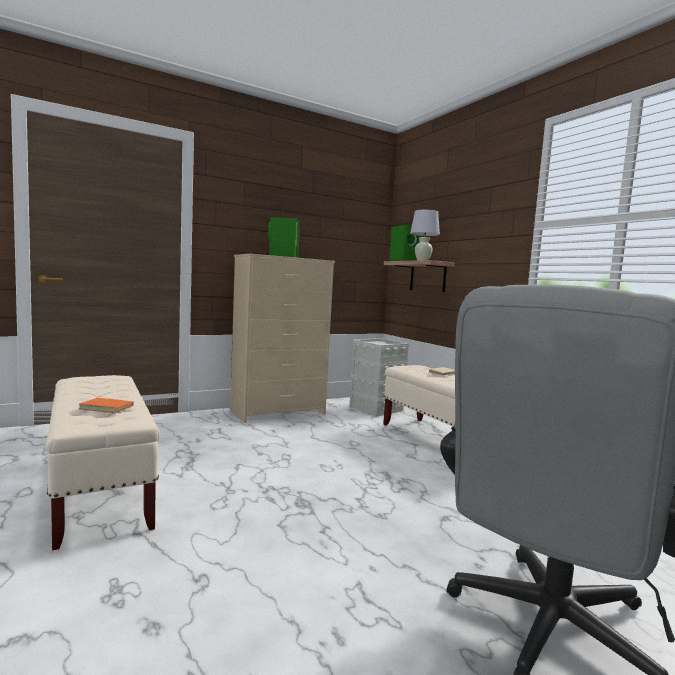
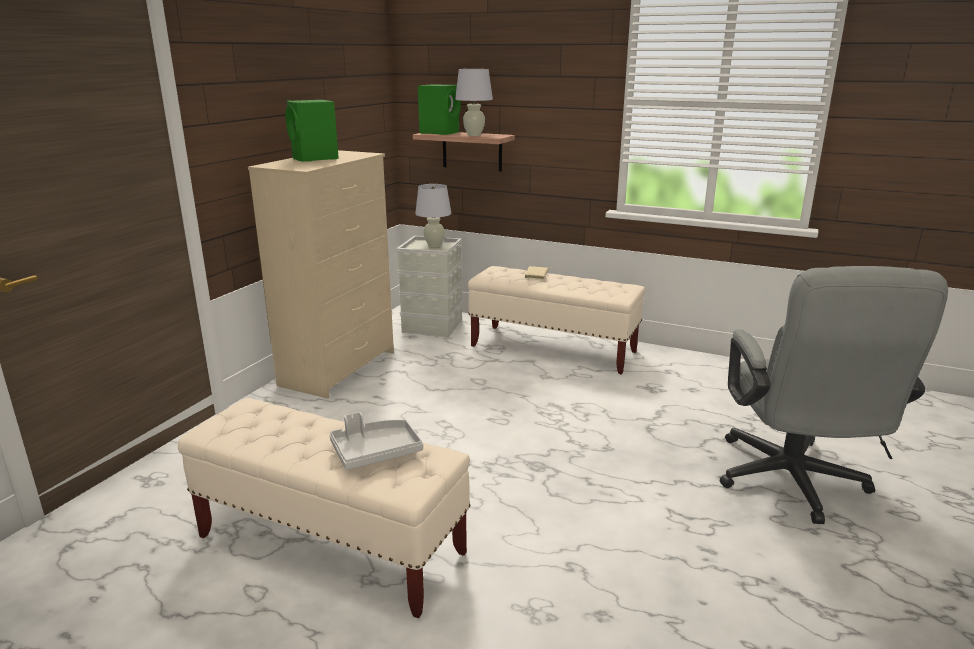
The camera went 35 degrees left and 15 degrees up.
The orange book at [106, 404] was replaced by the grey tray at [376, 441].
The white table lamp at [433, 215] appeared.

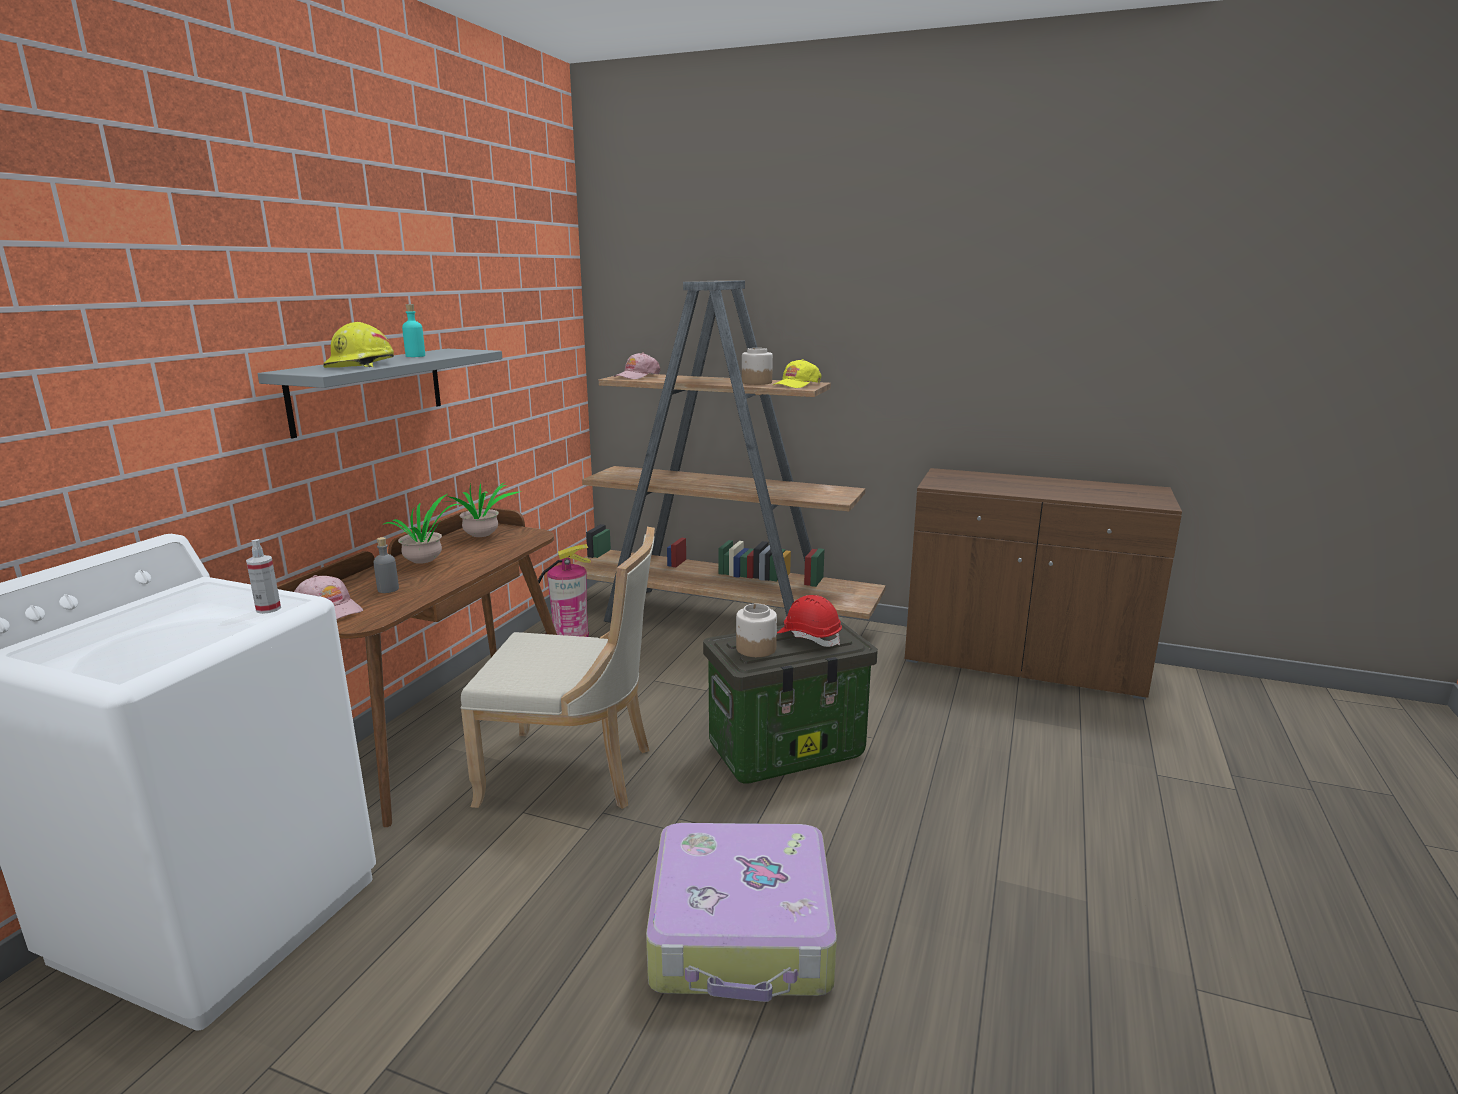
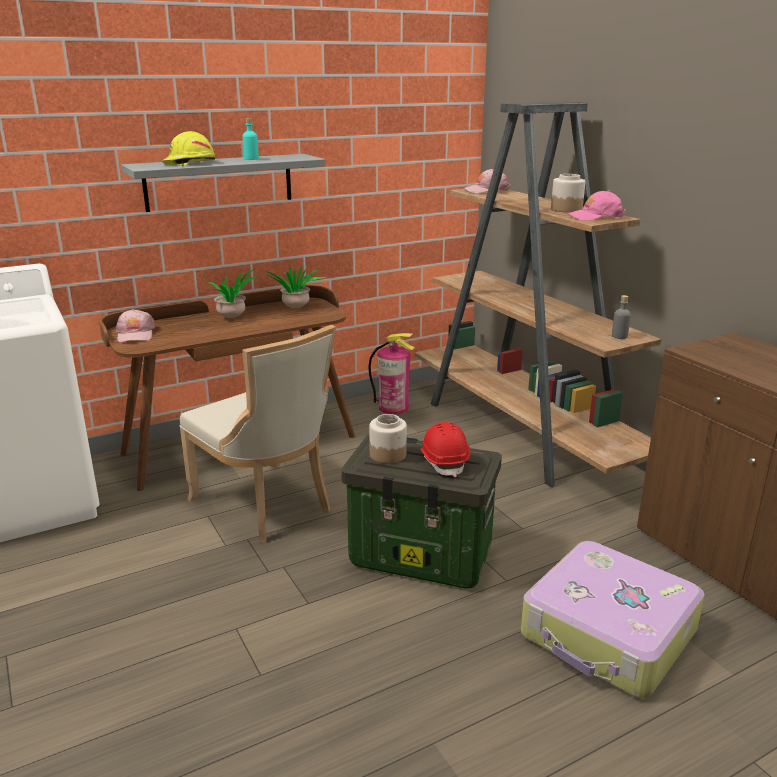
The camera went 40 degrees right and 5 degrees up.
The suitcase moved from [741, 912] to [613, 619].
The yellow cap at [797, 373] became the pink cap at [596, 205].
The grey bottle moved from [386, 565] to [621, 317].
The spray bottle at [263, 576] disappeared.

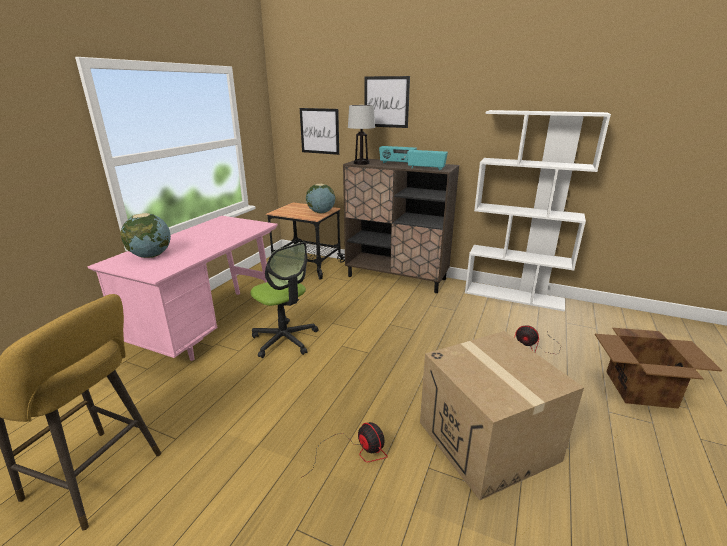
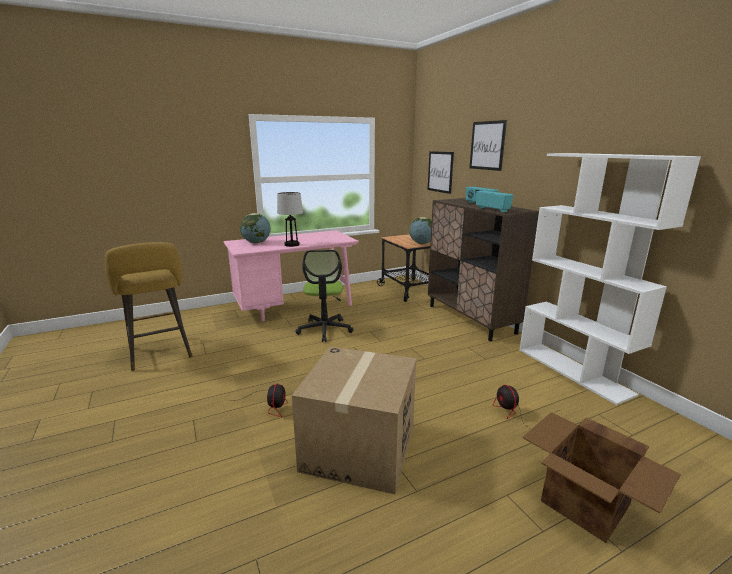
The camera went 40 degrees right and 5 degrees down.
The table lamp moved from [361, 135] to [290, 219].

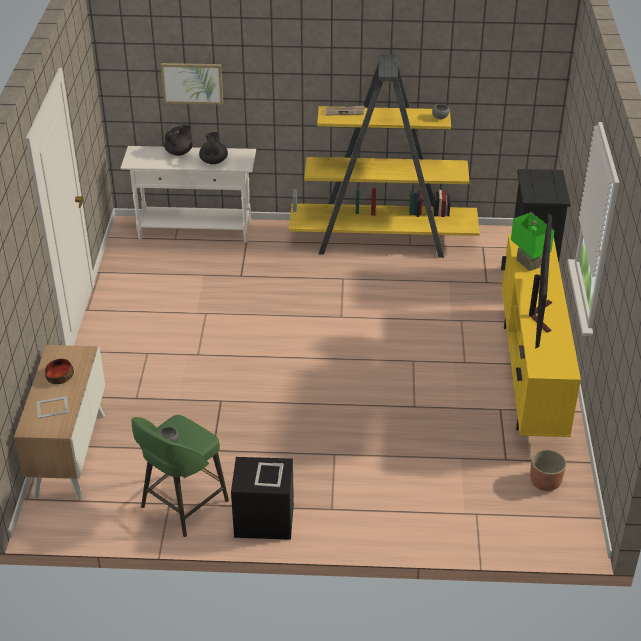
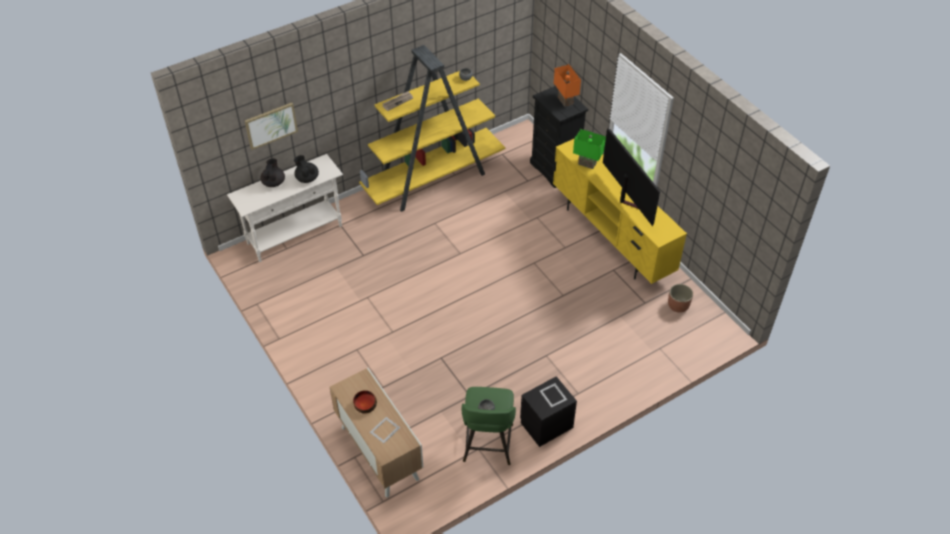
The camera went 35 degrees left and 10 degrees up.
The orange table lamp at [567, 85] appeared.

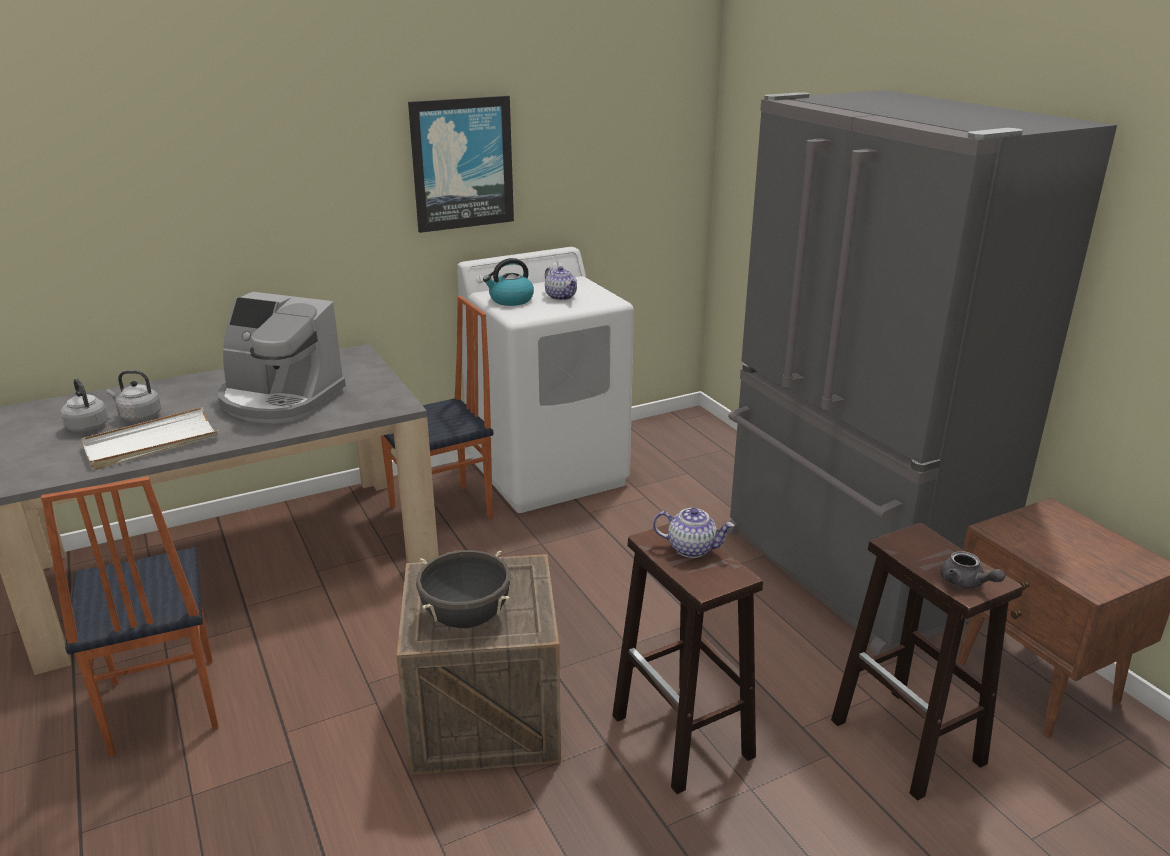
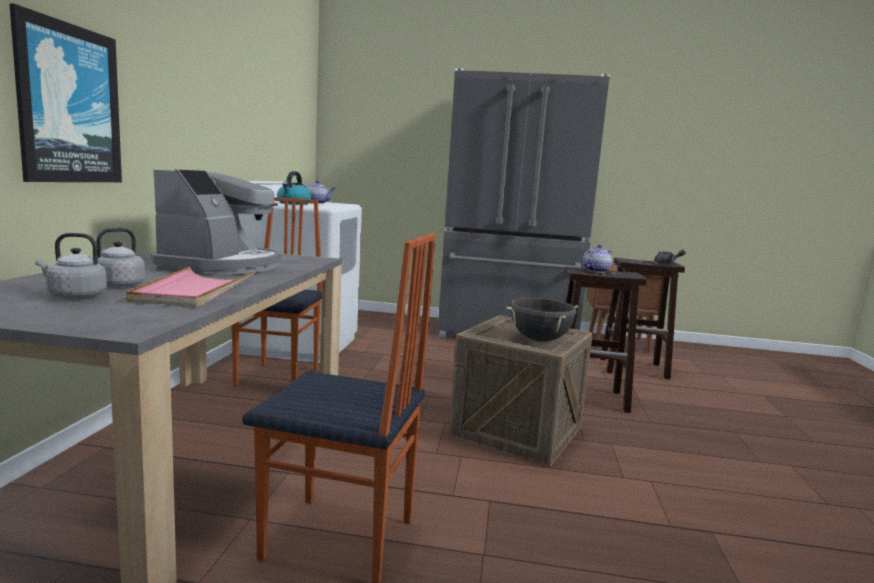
The camera went 55 degrees left and 15 degrees down.
The picture moved from [461, 164] to [65, 92].
The white tray at [150, 438] became the pink tray at [190, 287].
The coffee machine at [282, 357] turned 45 degrees counterclockwise.

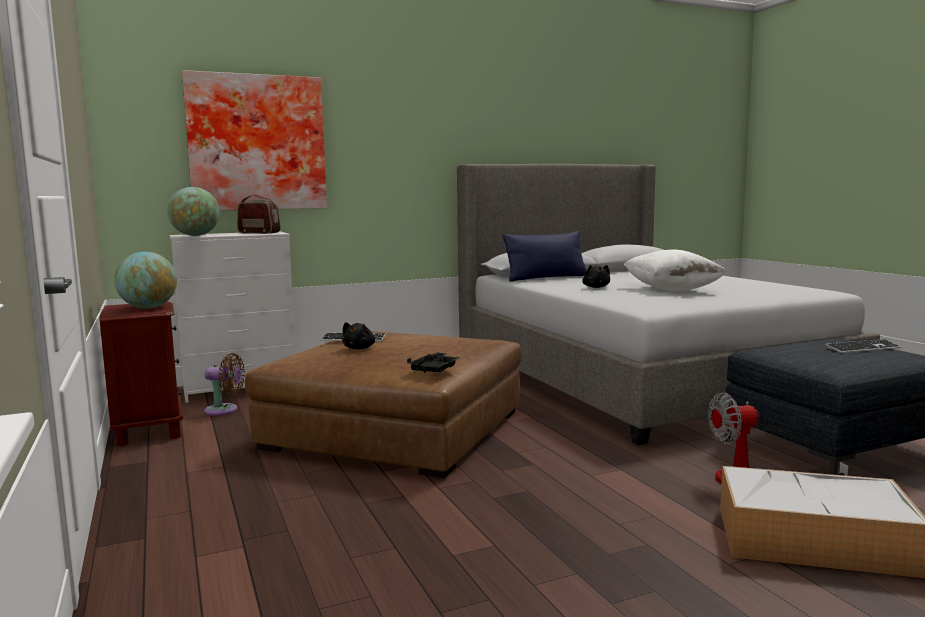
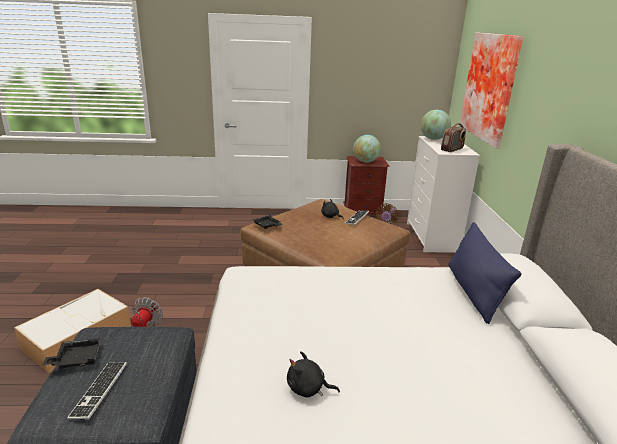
The camera went 110 degrees right and 15 degrees up.
The black tray at [72, 353] appeared.
The black plush toy moved from [596, 276] to [313, 374].
The white pillow at [675, 270] disappeared.

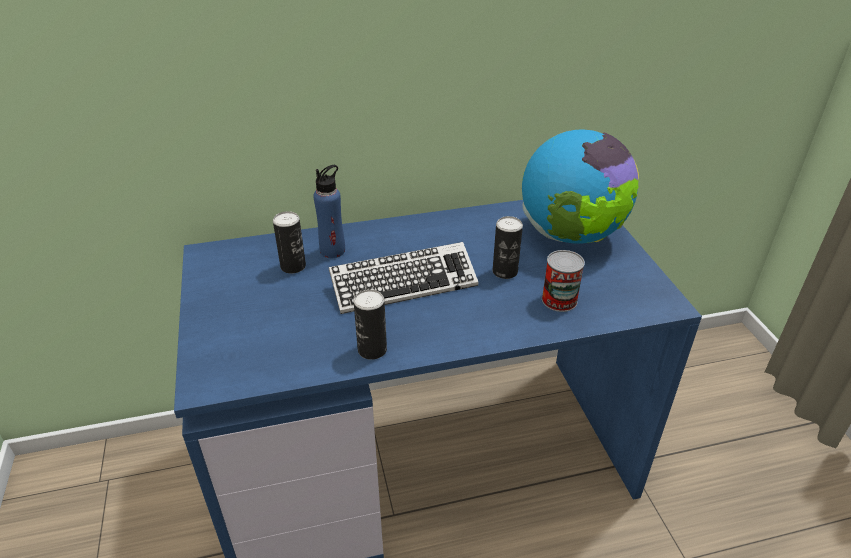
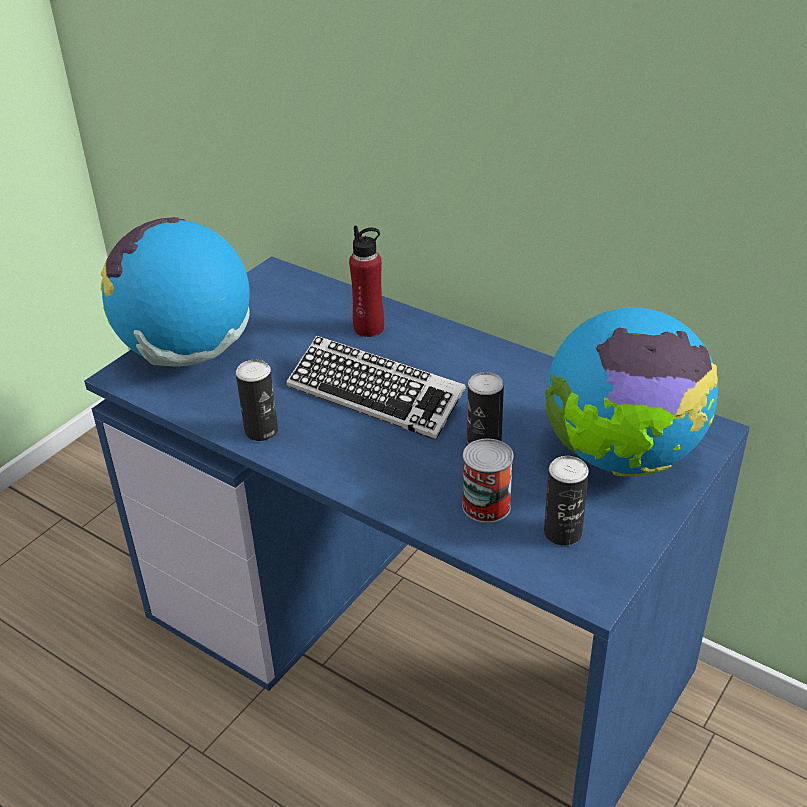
The camera went 50 degrees right and 0 degrees up.
The globe at [175, 292] appeared.
The blue bottle at [329, 211] became the red bottle at [366, 281].
The can moved from [289, 242] to [566, 501].

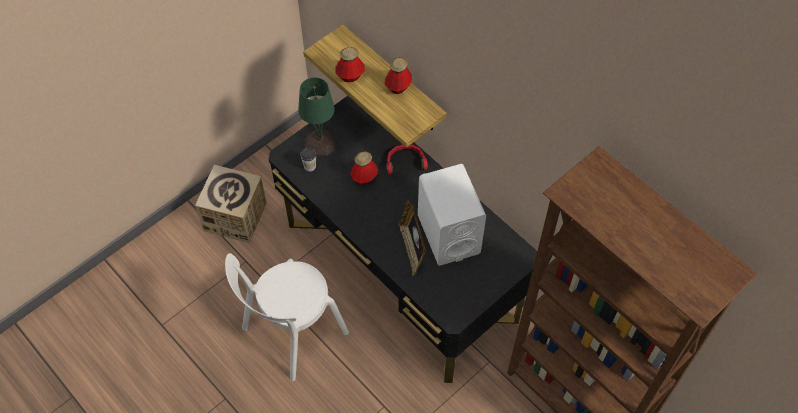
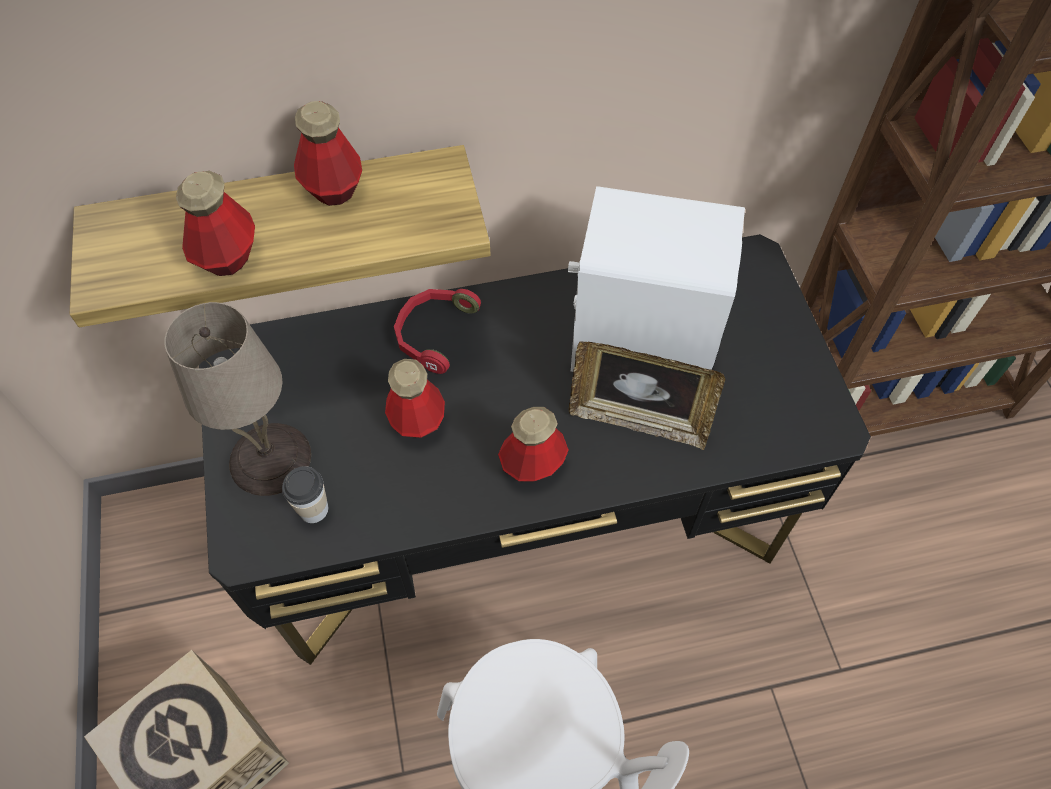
The camera went 60 degrees left and 0 degrees up.
The green table lamp at [317, 116] became the beige table lamp at [237, 399].
The bottle at [533, 444] appeared.

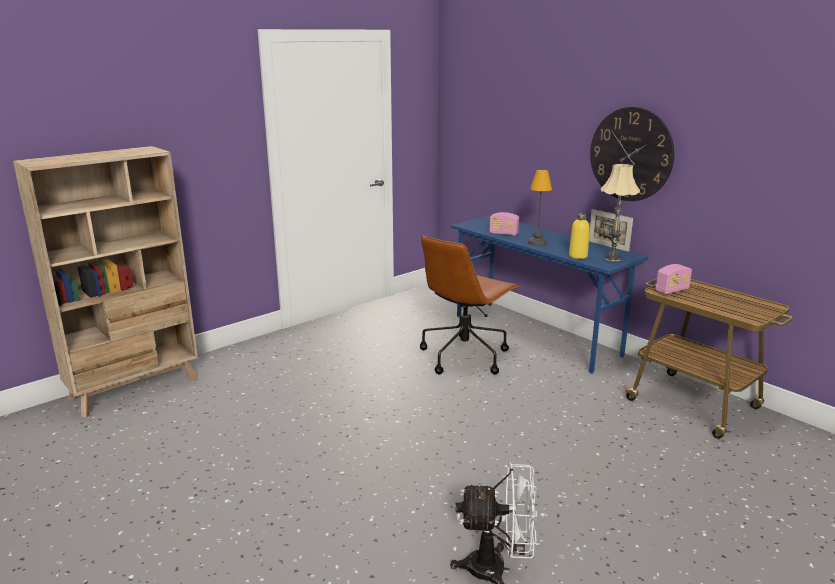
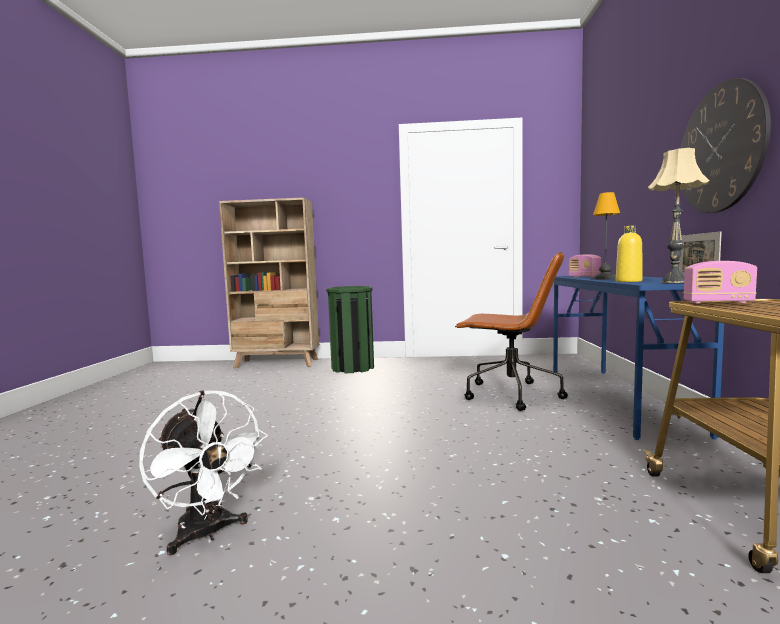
The camera went 45 degrees right and 15 degrees down.
The green trash can at [350, 329] appeared.
The brown office chair at [470, 304] turned 150 degrees counterclockwise.

